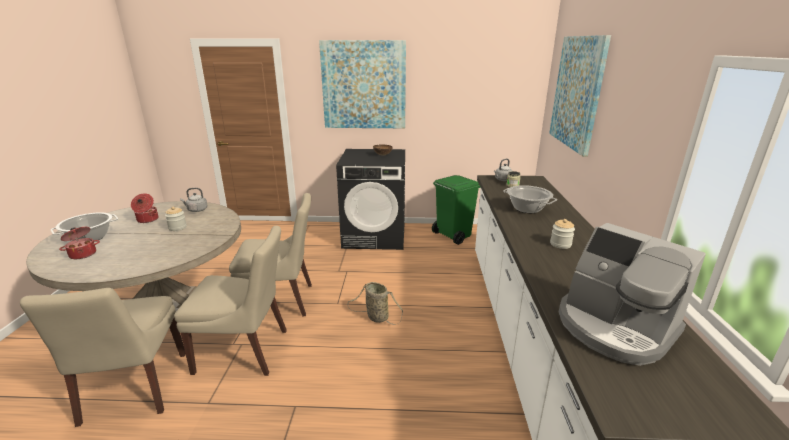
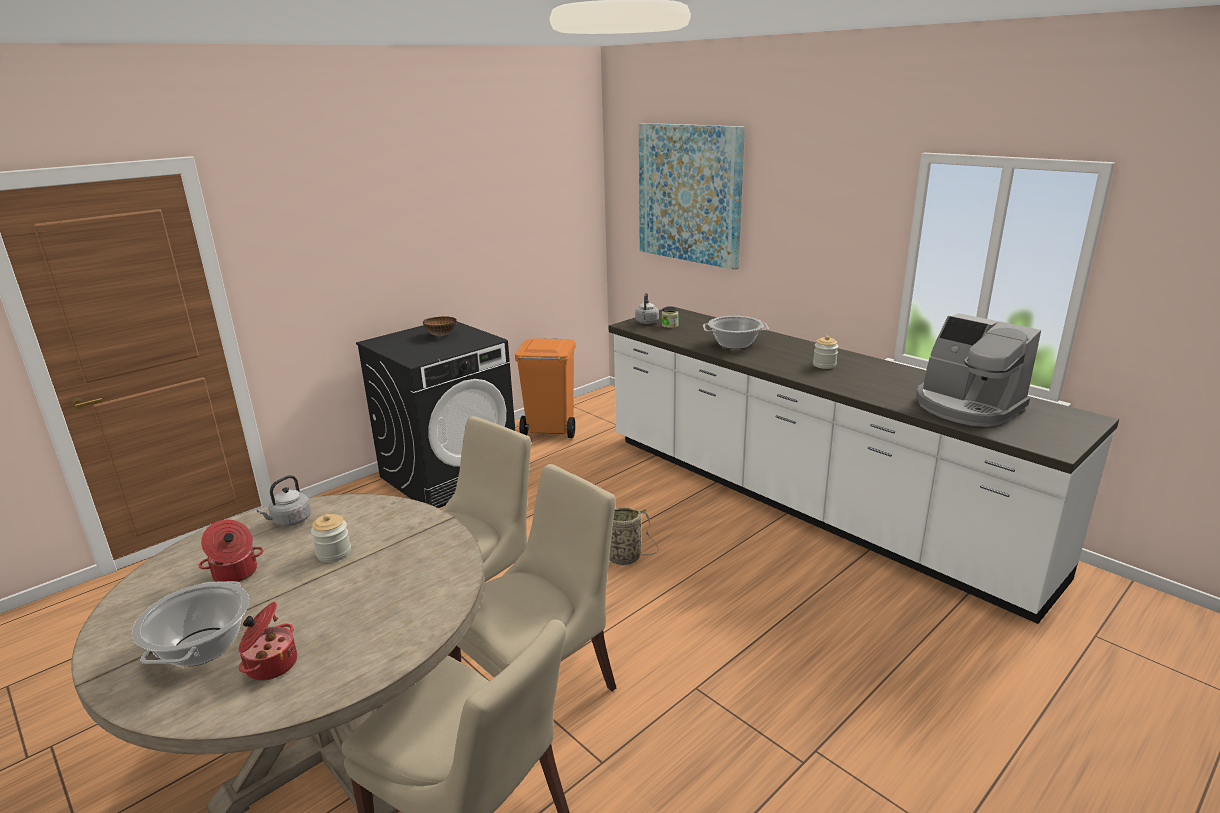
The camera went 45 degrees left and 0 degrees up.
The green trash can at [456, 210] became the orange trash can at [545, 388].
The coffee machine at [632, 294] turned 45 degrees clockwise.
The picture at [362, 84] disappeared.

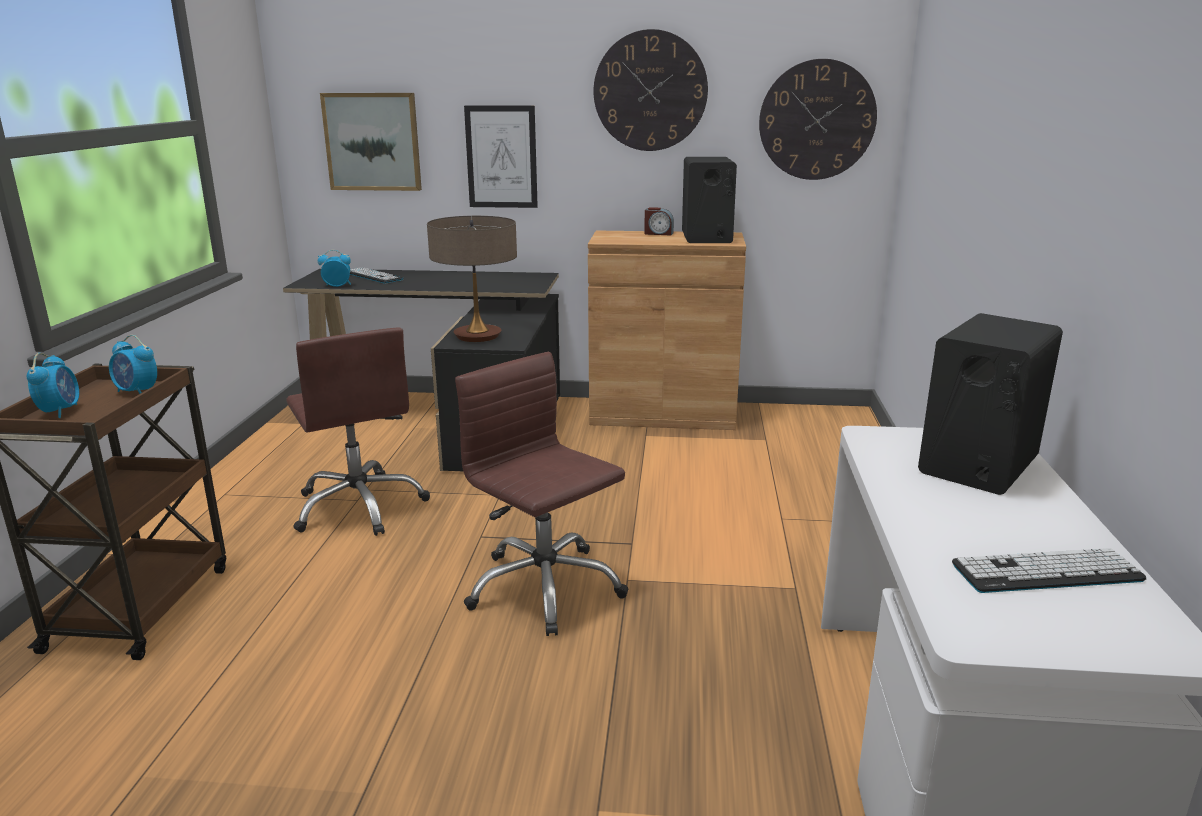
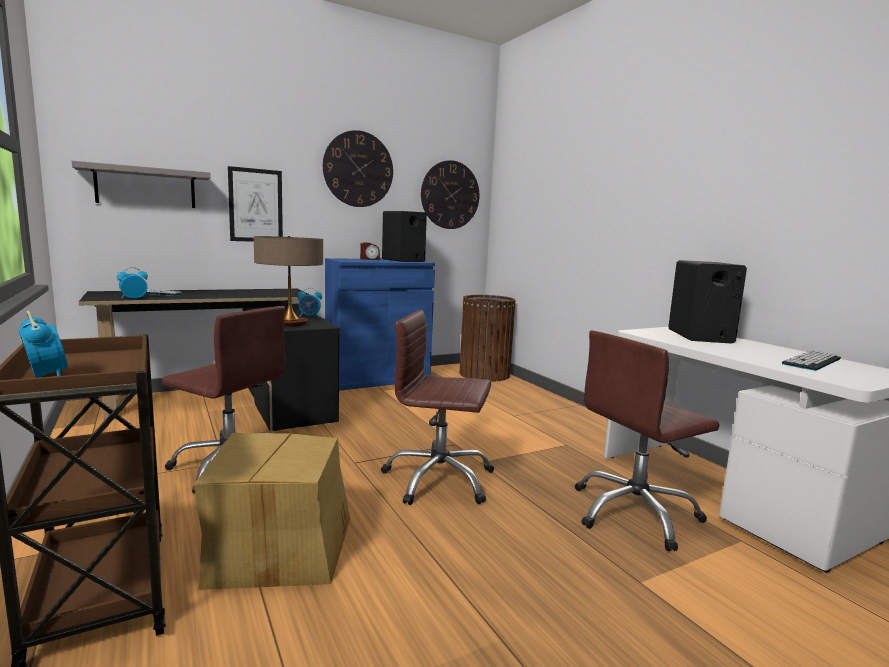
The camera went 35 degrees left and 10 degrees down.
The picture at [371, 142] was replaced by the grey shelf at [141, 184].
The cardboard box at [272, 511] appeared.
The alarm clock moved from [133, 364] to [309, 302].
The brown cabinet at [667, 330] became the blue cabinet at [380, 324].
The brown trash can at [487, 338] appeared.
The brown office chair at [647, 440] appeared.

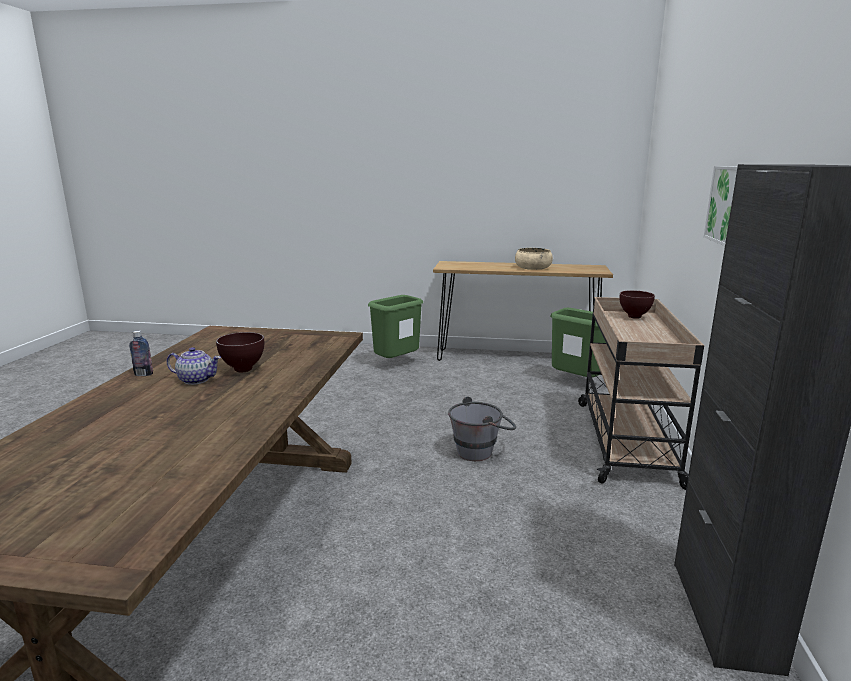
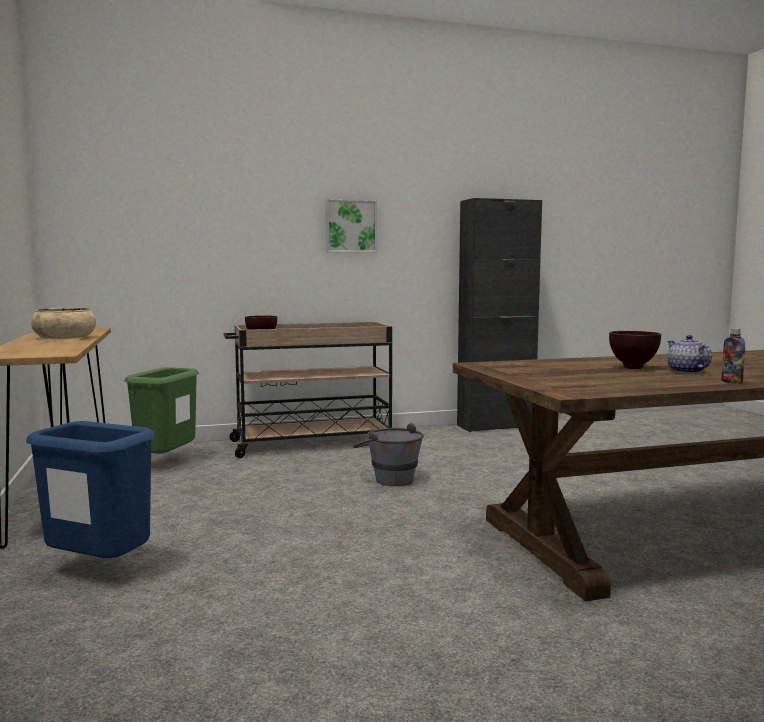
The camera went 115 degrees left and 10 degrees down.
The green trash can at [395, 326] became the blue trash can at [91, 489].

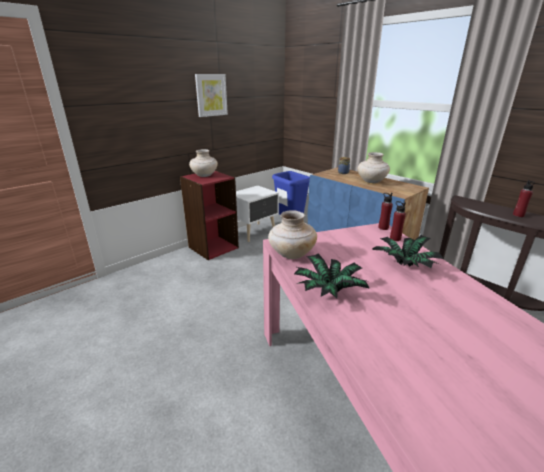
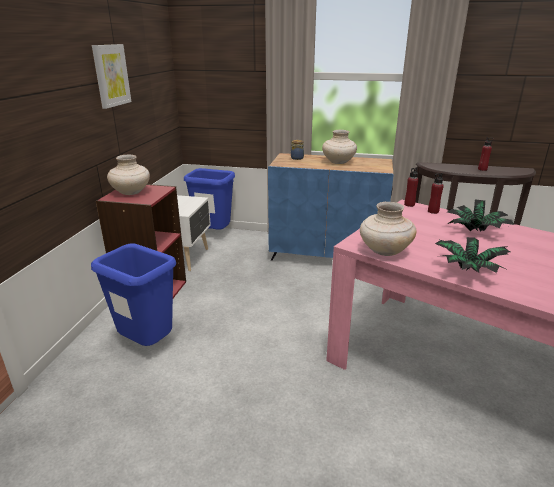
The camera went 35 degrees left and 0 degrees up.
The blue trash can at [133, 294] appeared.

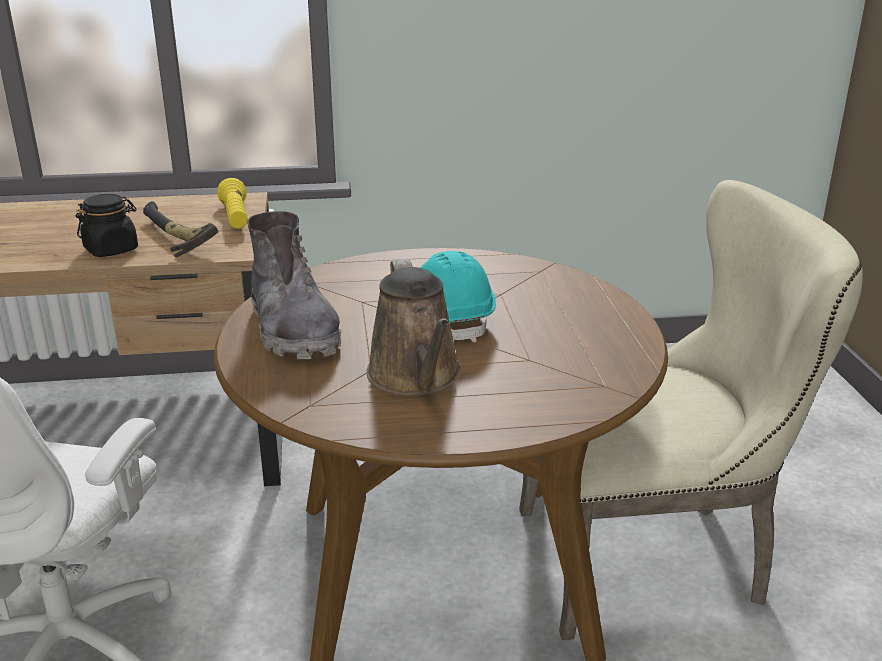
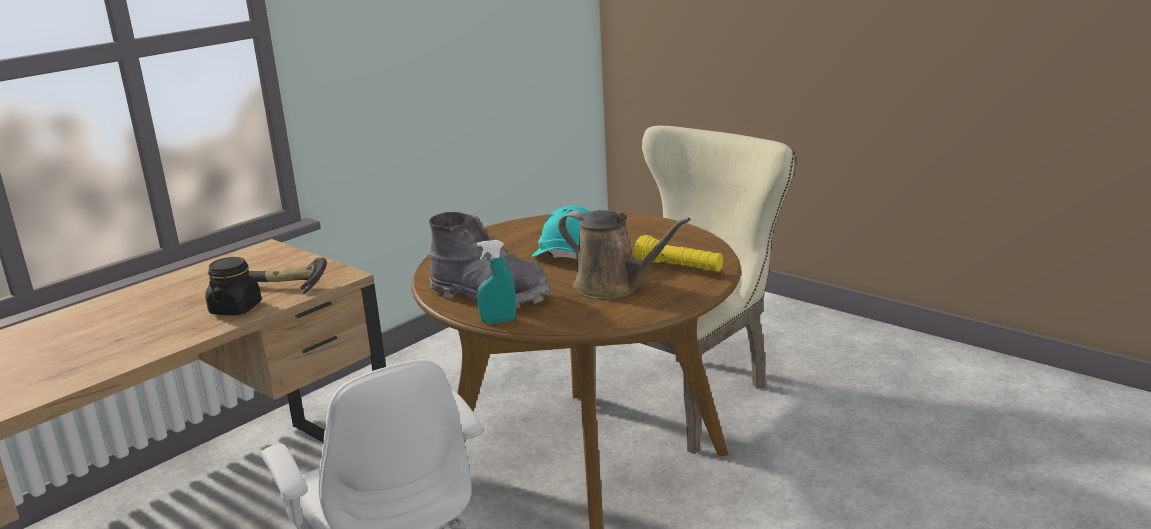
The camera went 40 degrees left and 5 degrees down.
The turquoise spray bottle at [496, 282] appeared.
The yellow flashlight moved from [232, 203] to [679, 253].

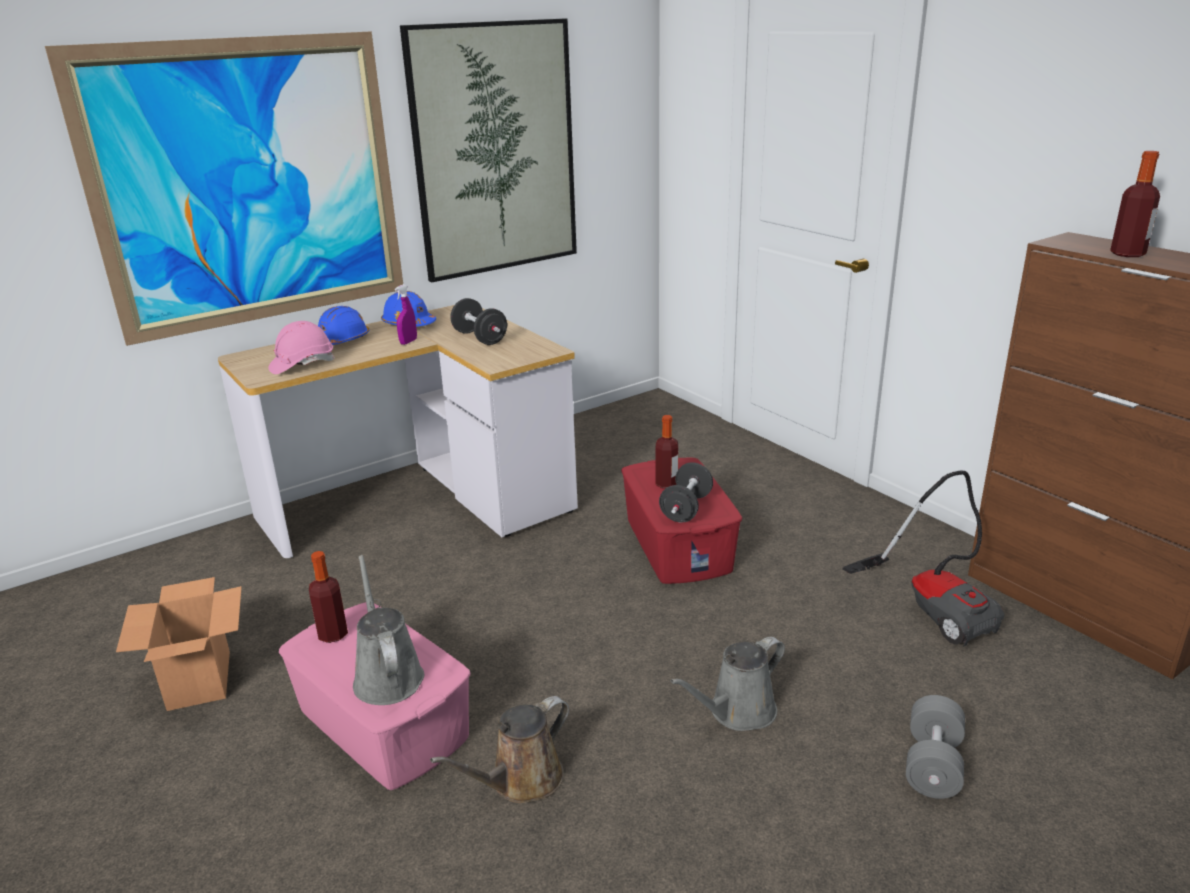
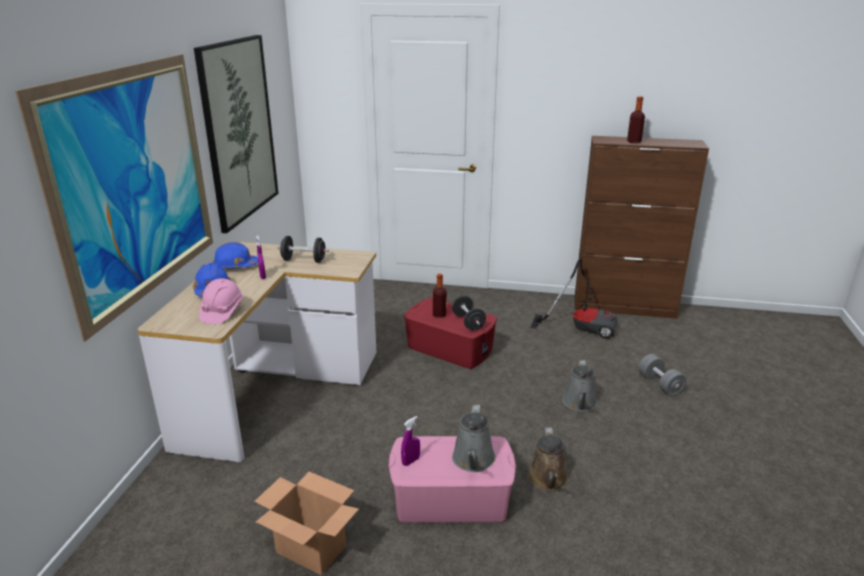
The camera went 45 degrees left and 0 degrees up.
The bottle at [328, 597] was replaced by the purple spray bottle at [410, 441].
The grey watering can at [388, 630] turned 105 degrees counterclockwise.

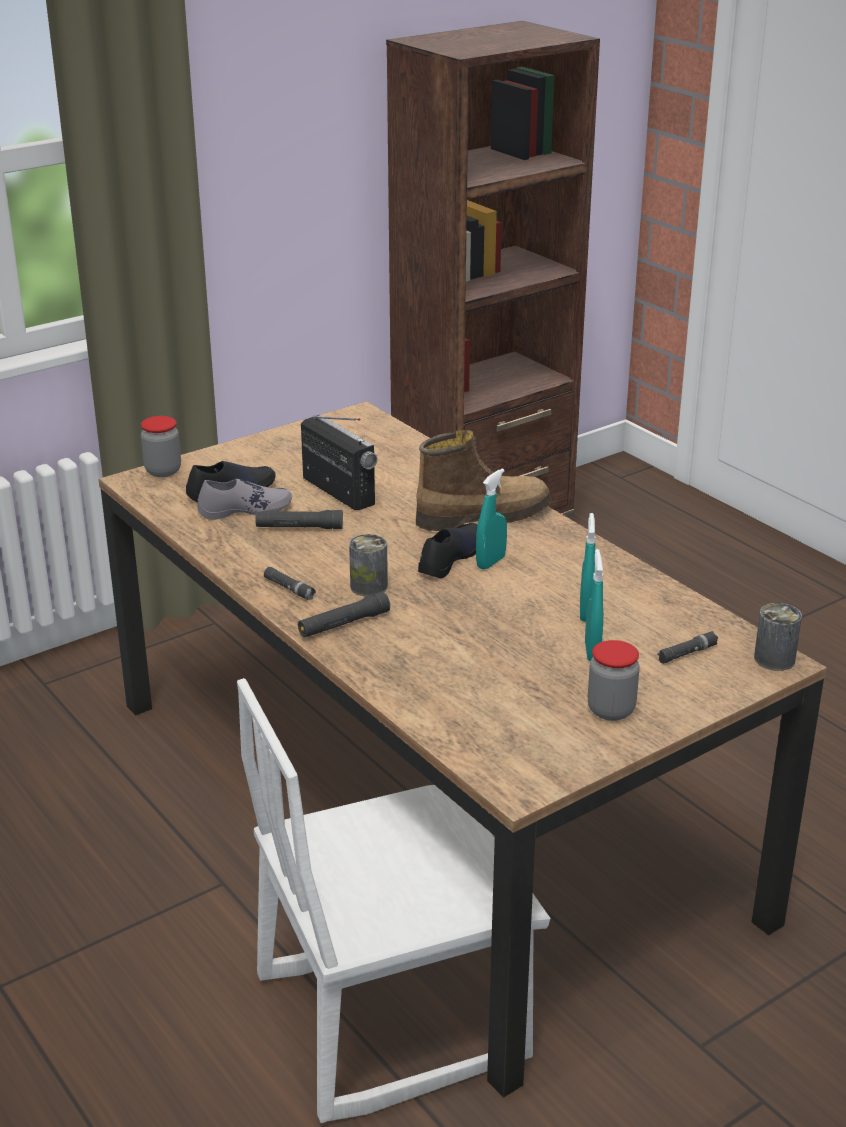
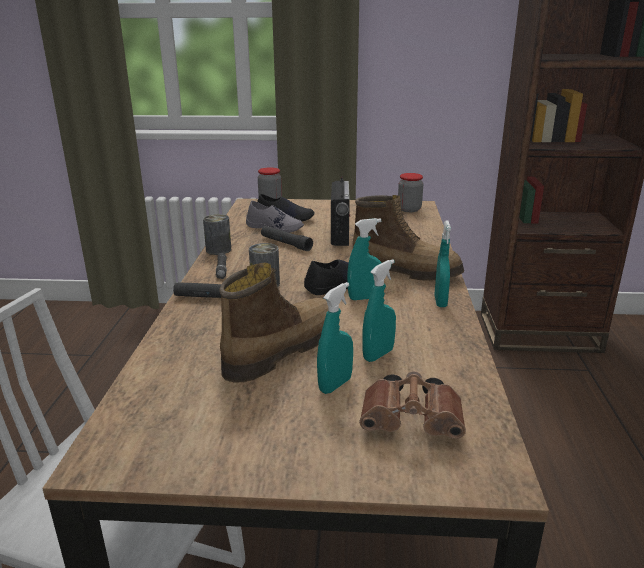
The camera went 40 degrees right and 5 degrees down.
The can moved from [778, 637] to [217, 234].
The boot at [273, 323] appeared.
The black flashlight at [687, 647] was replaced by the brown binoculars at [412, 405].
The jar moved from [614, 680] to [410, 192].
The turquoise spray bottle at [442, 263] appeared.

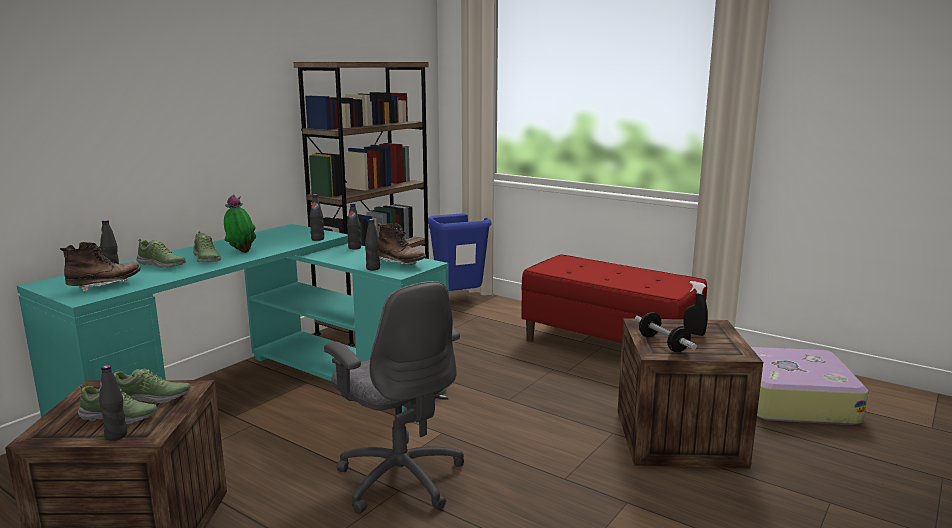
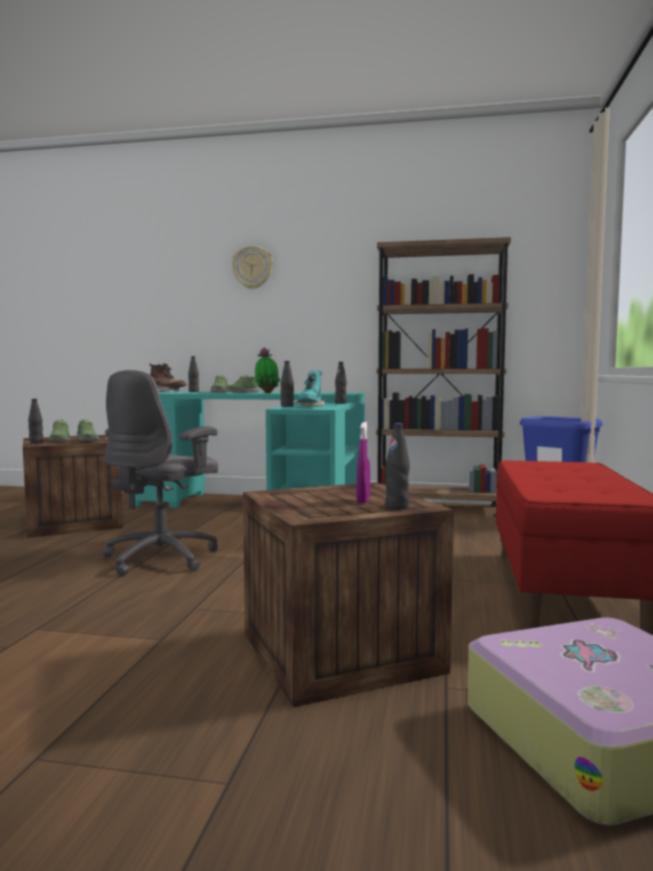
The camera went 65 degrees right and 10 degrees down.
The wall clock at [252, 267] appeared.
The brown boot at [402, 244] became the turquoise boot at [309, 388].
The black spray bottle at [696, 308] became the purple spray bottle at [363, 462].
The black bottle moved from [317, 217] to [397, 466].
The dumbbell at [666, 332] disappeared.

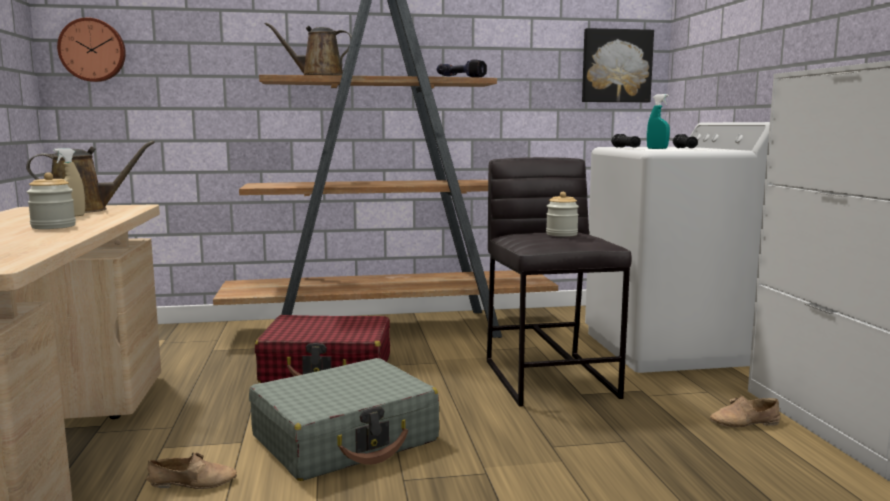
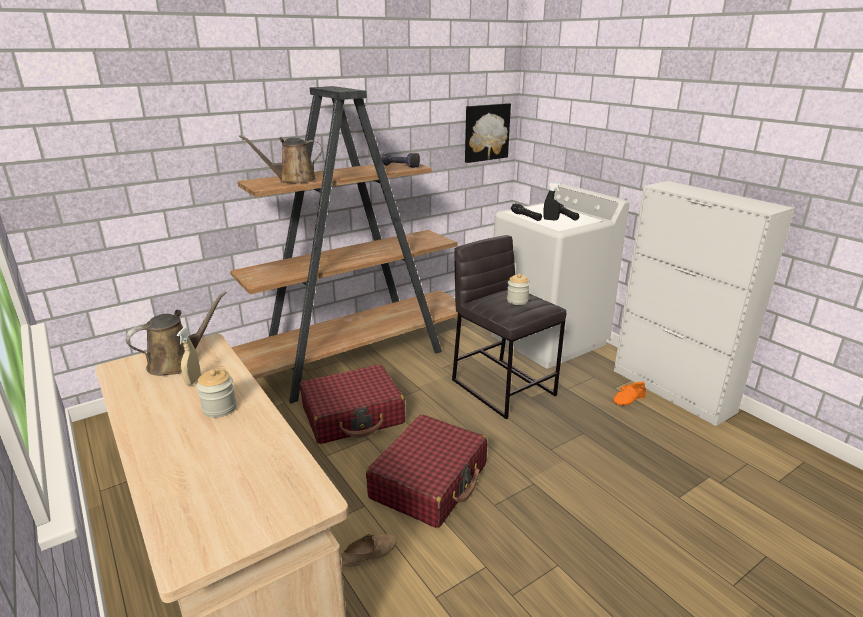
The camera went 25 degrees left and 15 degrees up.
The grey suitcase at [344, 419] became the red suitcase at [426, 471].
The turquoise spray bottle at [658, 121] became the black spray bottle at [552, 202].
The beige shoe at [745, 411] became the orange shoe at [629, 394].
The wall clock at [91, 50] disappeared.

